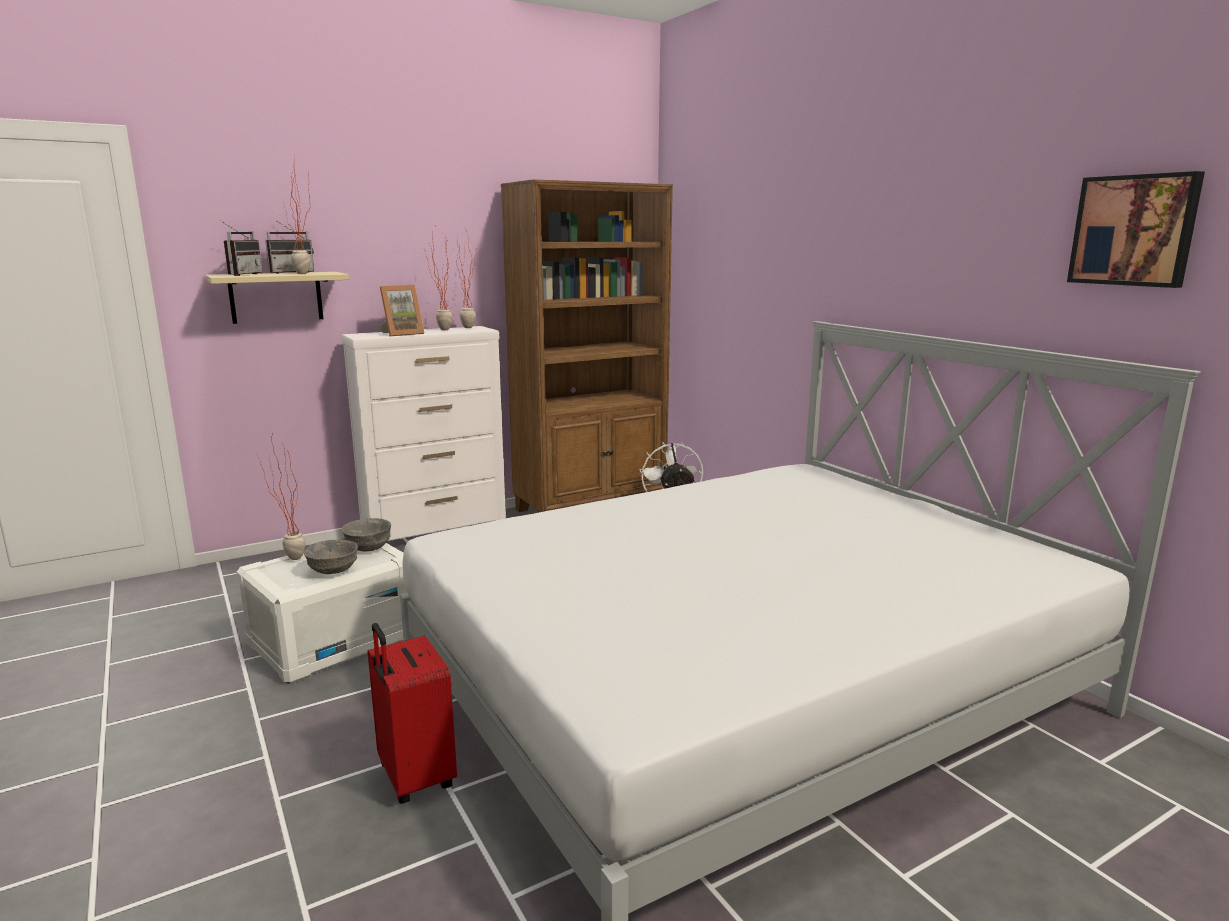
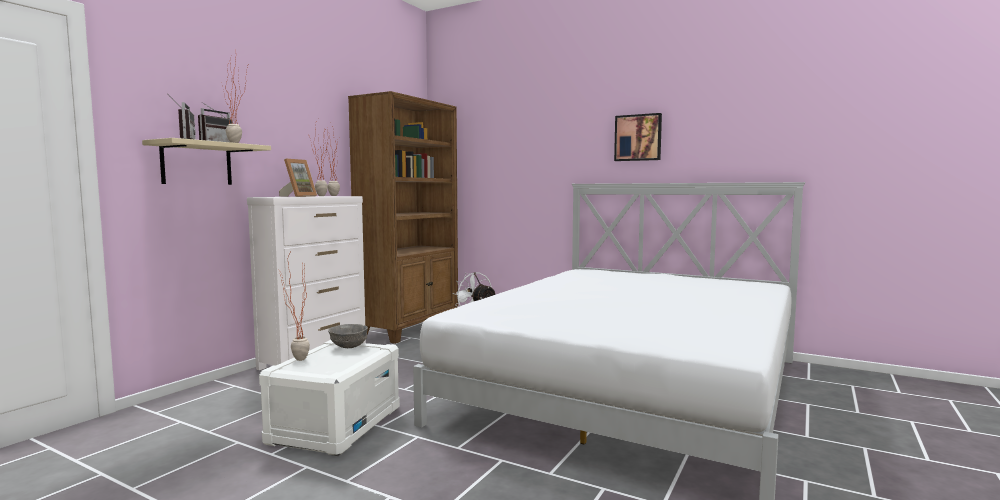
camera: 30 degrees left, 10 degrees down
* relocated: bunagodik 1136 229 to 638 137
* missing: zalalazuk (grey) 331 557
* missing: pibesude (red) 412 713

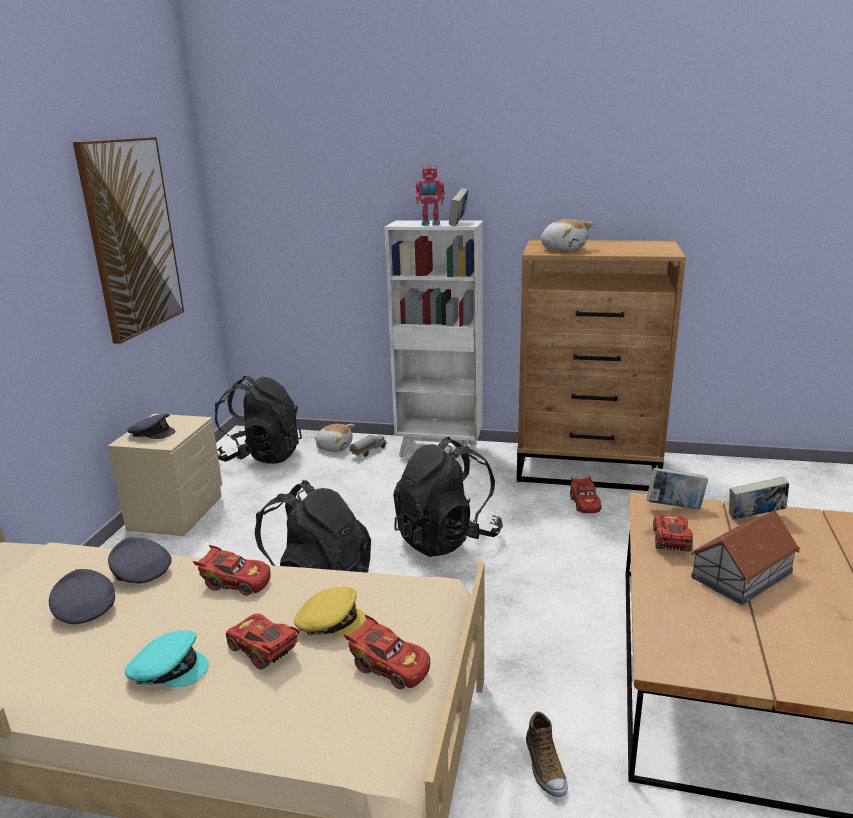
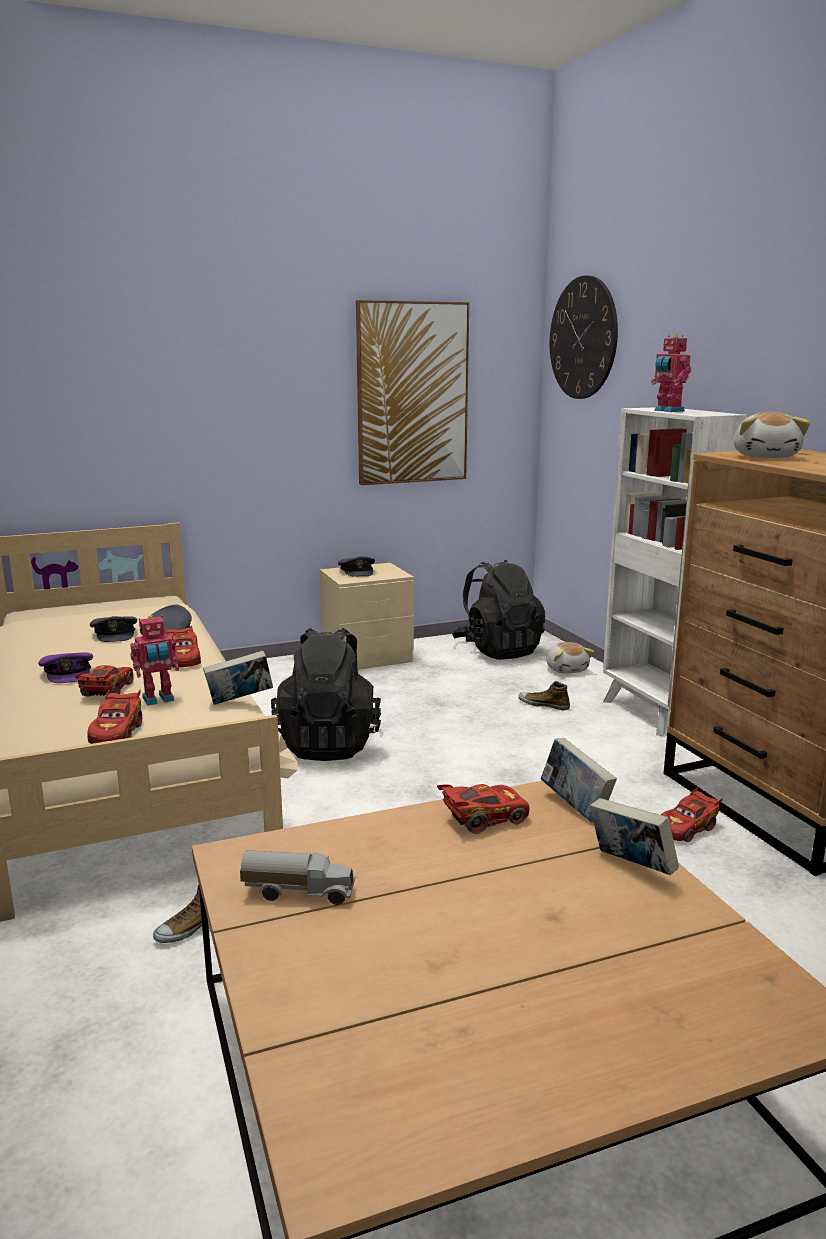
camera: 55 degrees right, 5 degrees down
* relocated: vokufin 458 207 to 238 678
* relocated: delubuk 368 446 to 298 877
* missing: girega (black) 448 497
* missing: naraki 746 558
* spun: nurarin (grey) 82 596 = 113 629 135 degrees clockwise
* exchanged: nurarin (yellow) 330 611 to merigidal 154 660
* colour: nurarin (turquoise) 167 658 to nurarin (purple) 65 667
* appeared: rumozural 584 337
* appeared: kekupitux 544 696

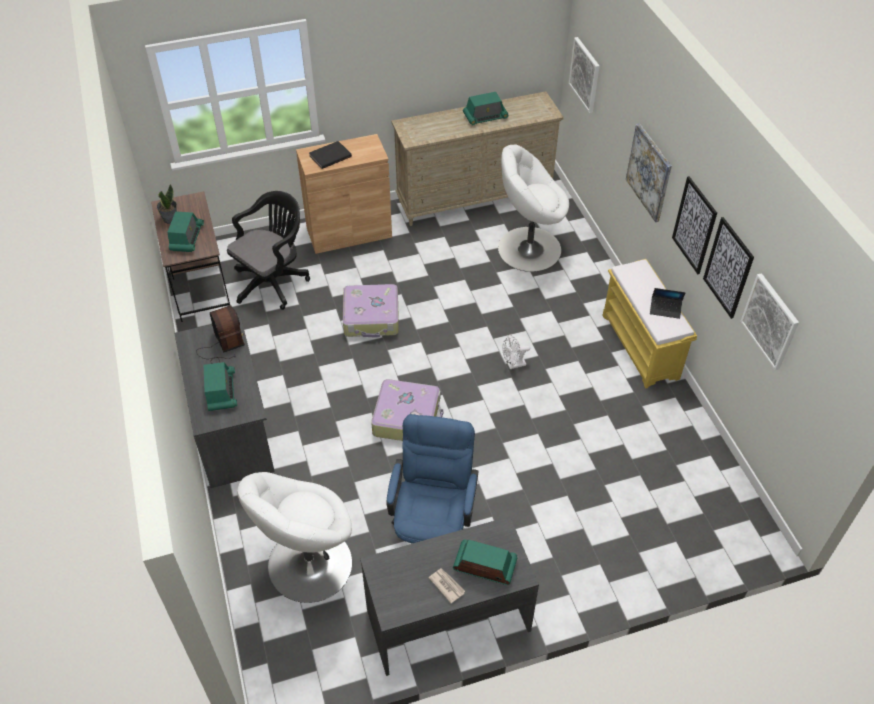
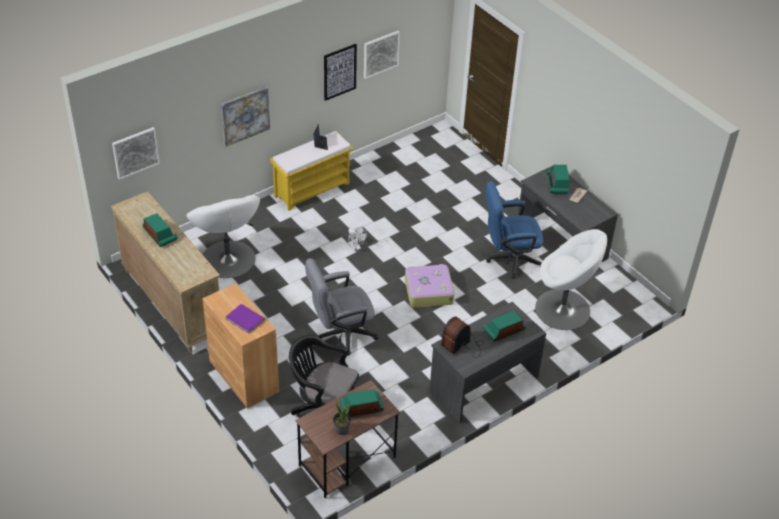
camera: 110 degrees left, 5 degrees down
* colour: vokufin (black) 330 155 to vokufin (purple) 245 319
* missing: bunagodik 694 225
* exchanged: pibesude 371 311 to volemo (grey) 342 306

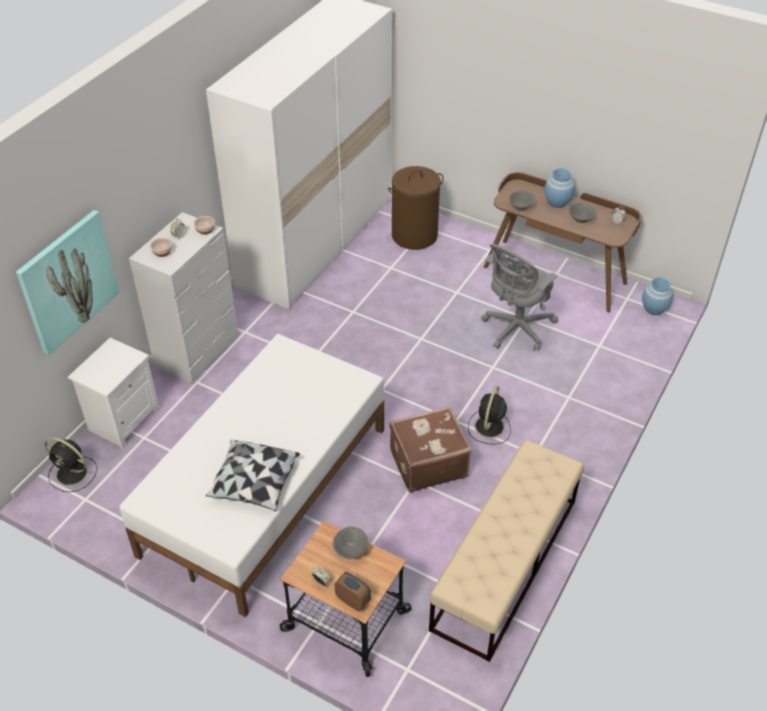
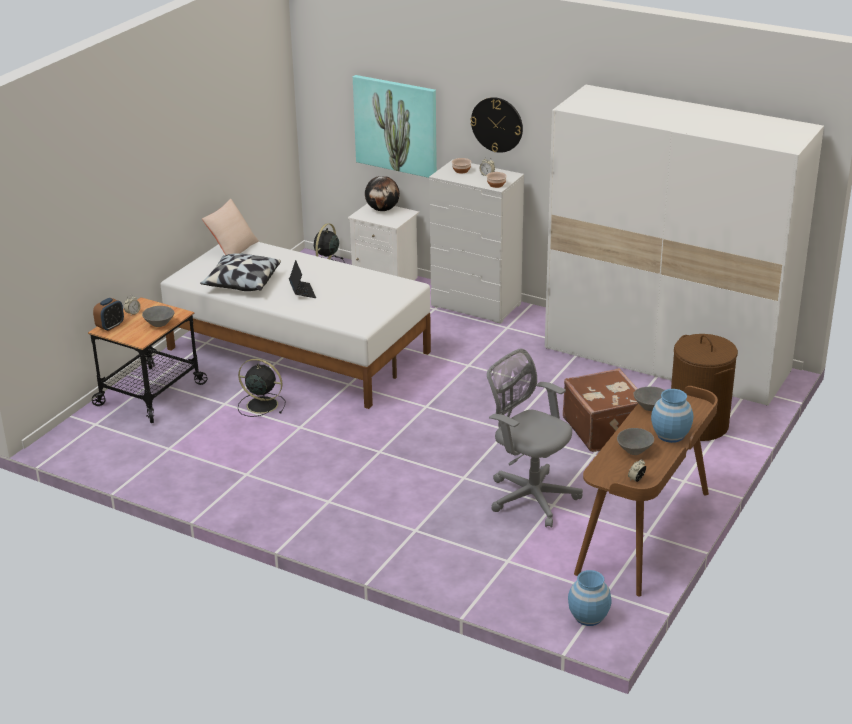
camera: 90 degrees right, 15 degrees down
* relocated: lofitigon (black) 489 415 to 261 388
* relocated: pibesude (brown) 431 449 to 600 410
* missing: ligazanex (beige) 506 551
* appeared: rumozural 496 125
* appeared: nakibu 382 193
* appeared: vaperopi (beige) 230 227
* appeared: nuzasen 302 279

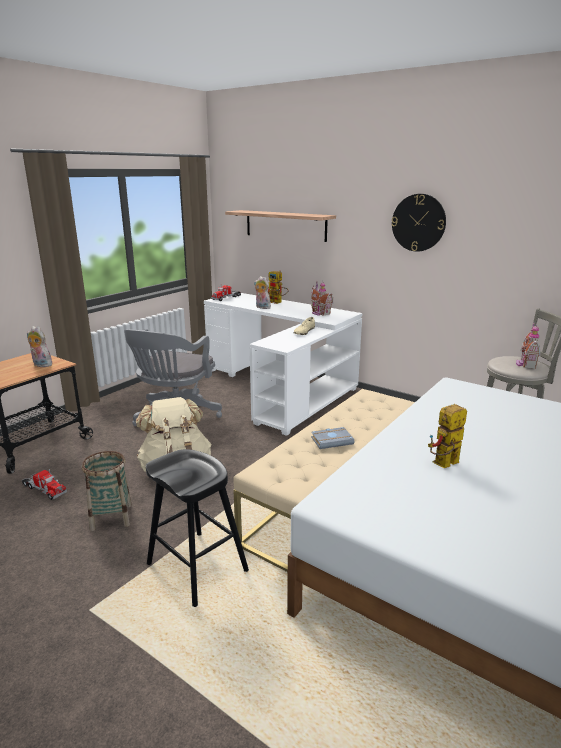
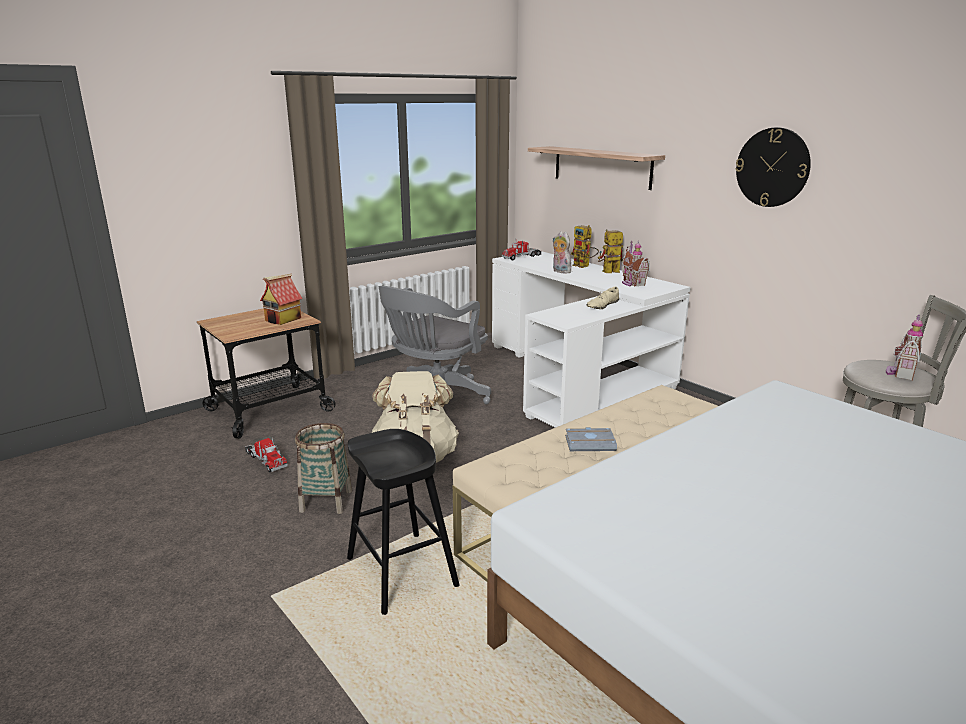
camera: 15 degrees right, 0 degrees up
* exchanged: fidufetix 39 346 to naraki 281 299
* relocated: merigidal 447 436 to 610 251

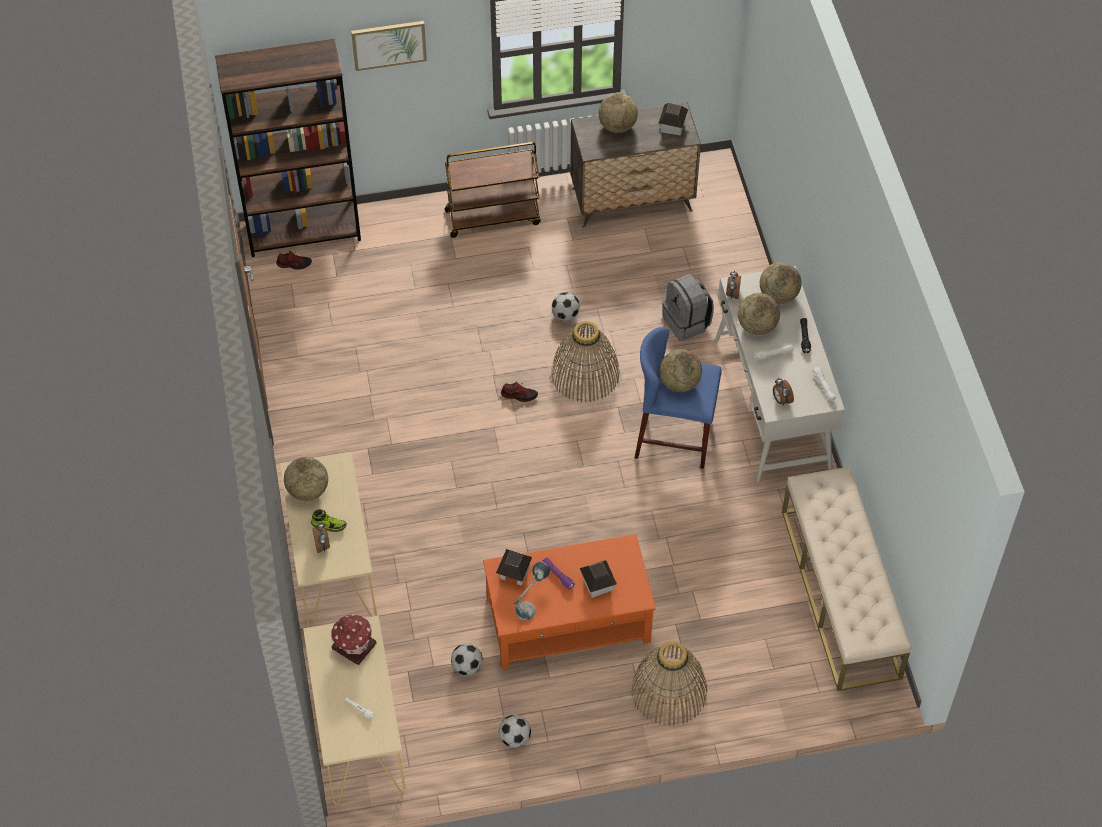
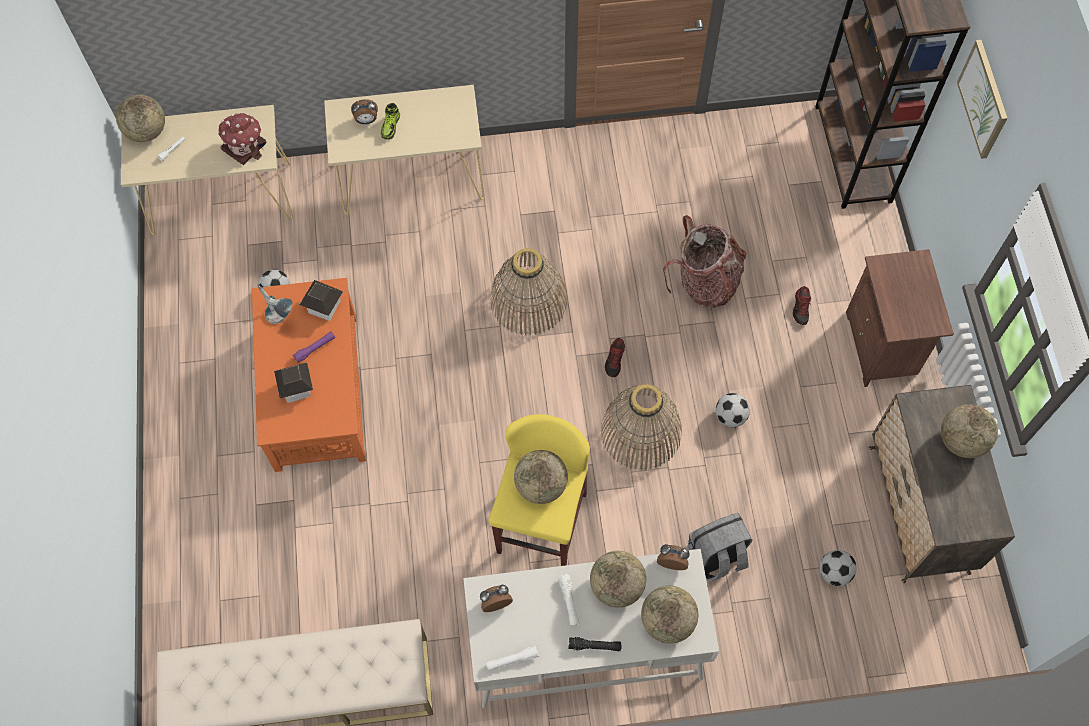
camera: 95 degrees right, 10 degrees up
* missing: naraki 673 119
* exchanged: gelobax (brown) 493 190 to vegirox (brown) 900 318
* relocated: kekupitux 294 260 to 802 305
* colour: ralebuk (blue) 678 398 to ralebuk (yellow) 539 490
* relocated: nakibu 306 479 to 140 118
* relocated: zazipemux 669 683 to 528 292
* relocated: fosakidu 515 731 to 838 568
* appeared: girega 705 261

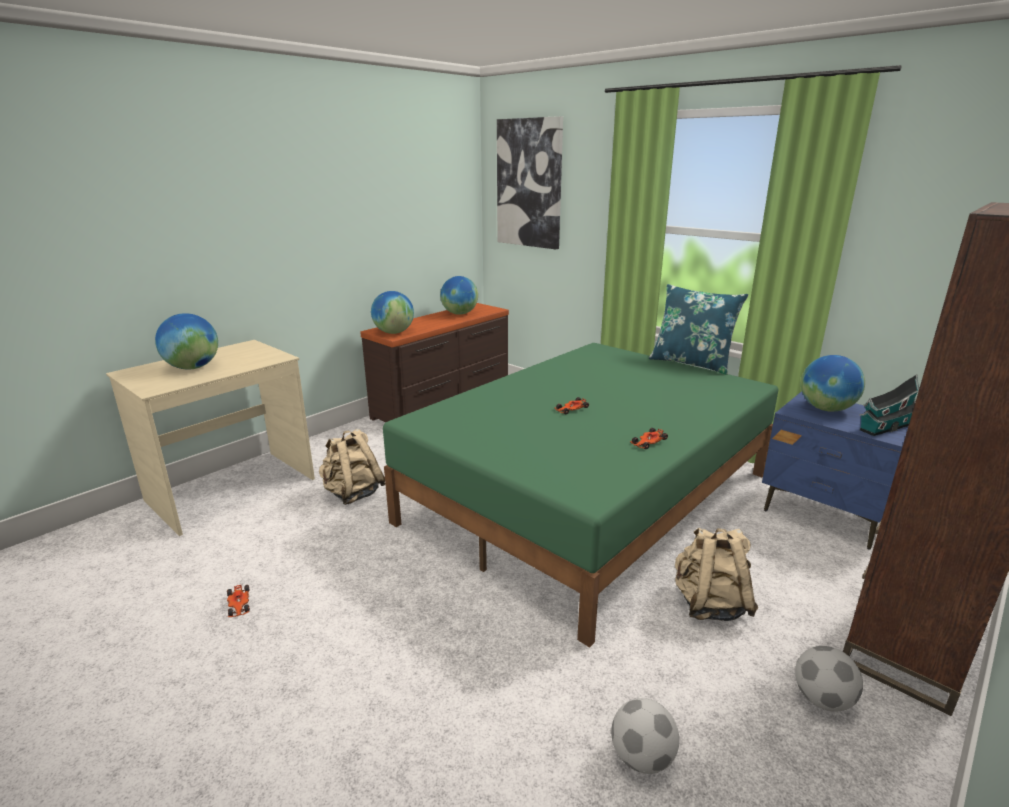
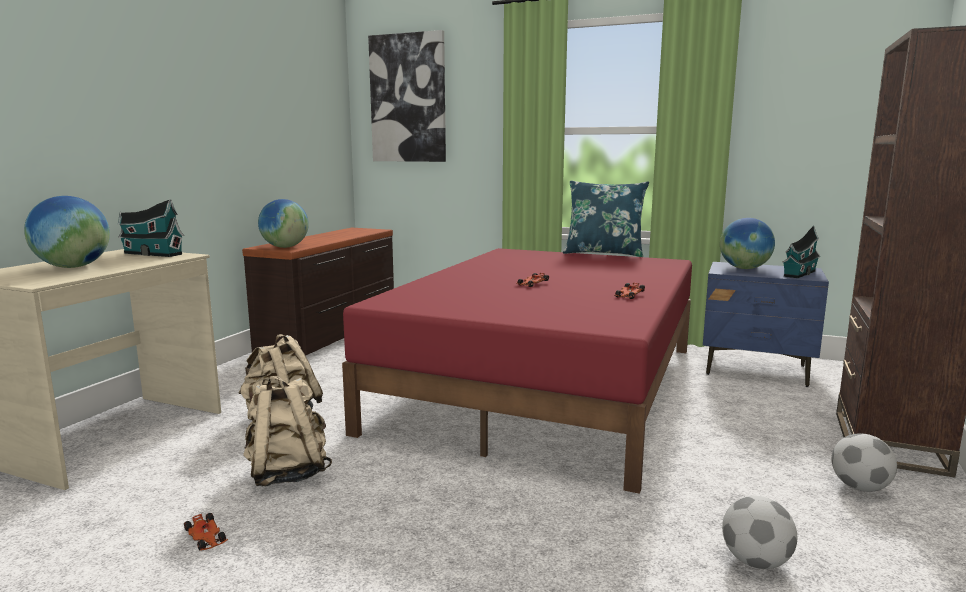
camera: 20 degrees left, 10 degrees down
* missing: nakibu 459 295
* colour: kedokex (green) 580 495 to kedokex (red) 517 371
* relocated: girega (beige) 716 574 to 287 431
* appeared: naraki 151 228

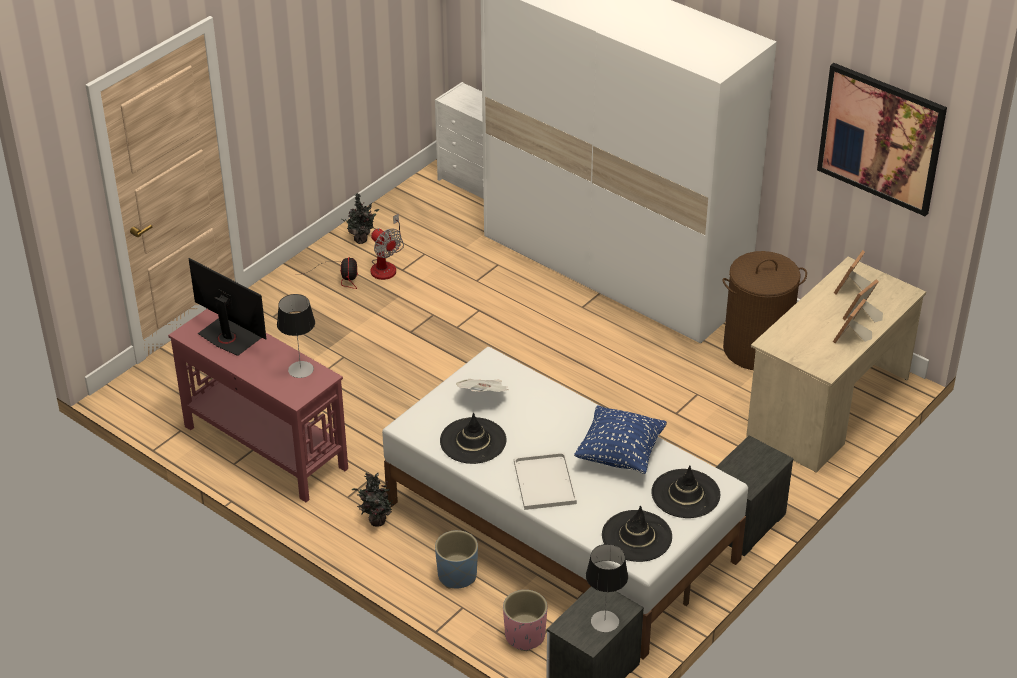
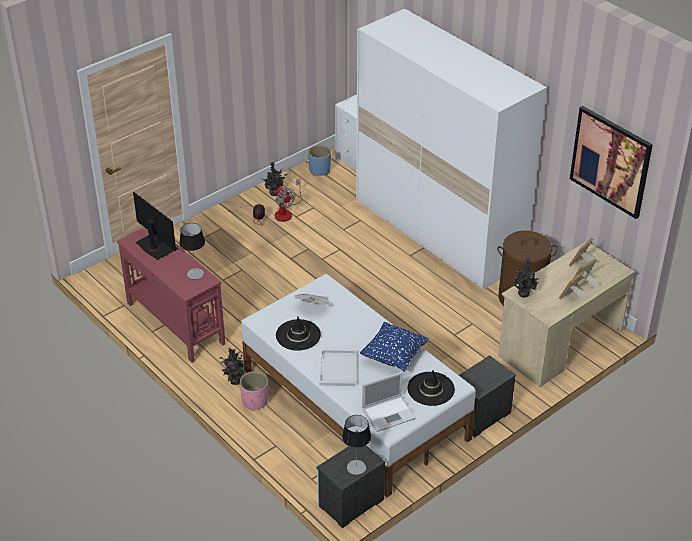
camera: 10 degrees right, 0 degrees up
* exchanged: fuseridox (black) 637 533 to nuzasen 389 402
* relocated: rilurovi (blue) 456 559 to 319 160
* relocated: rilurovi (pink) 525 620 to 254 391
* appeared: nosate 526 277

